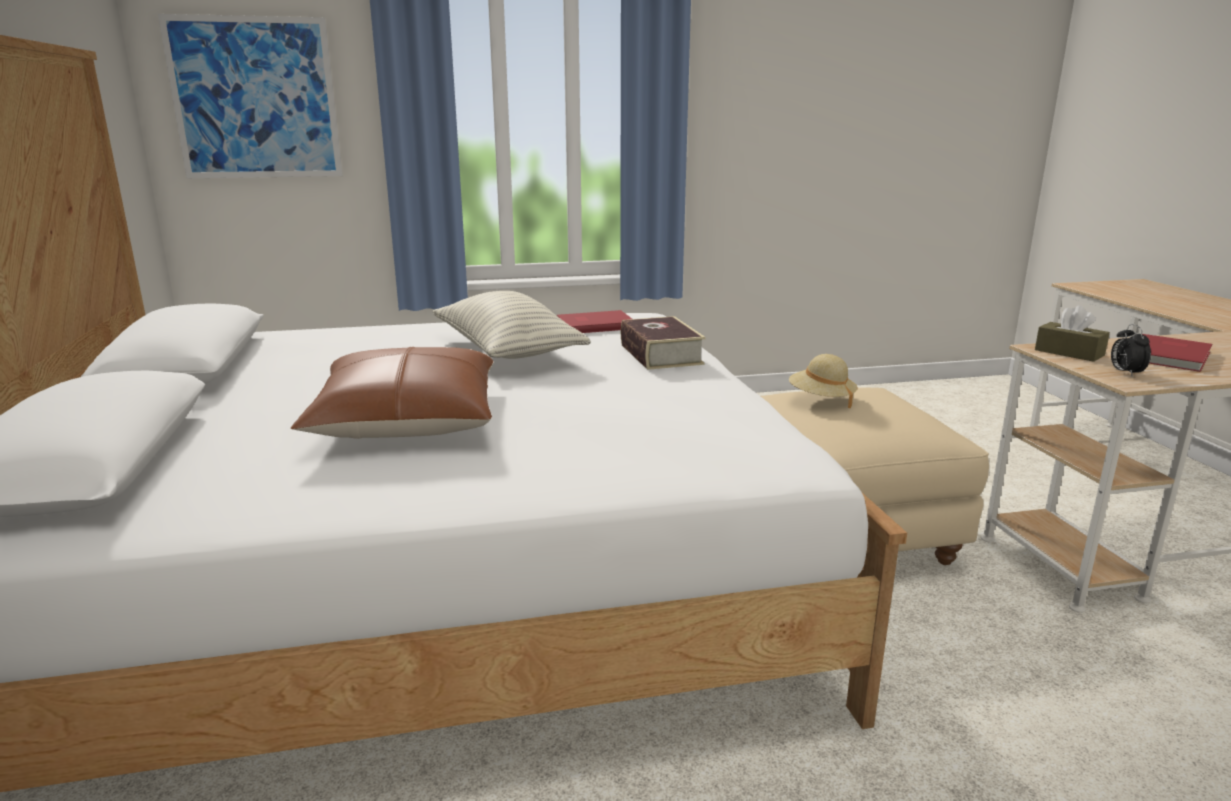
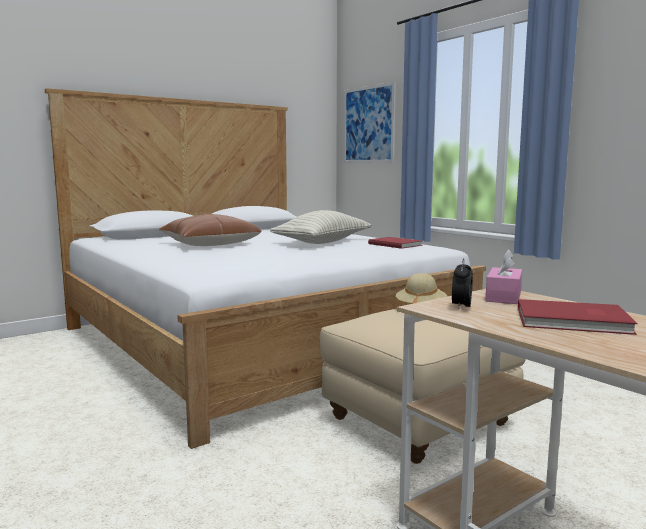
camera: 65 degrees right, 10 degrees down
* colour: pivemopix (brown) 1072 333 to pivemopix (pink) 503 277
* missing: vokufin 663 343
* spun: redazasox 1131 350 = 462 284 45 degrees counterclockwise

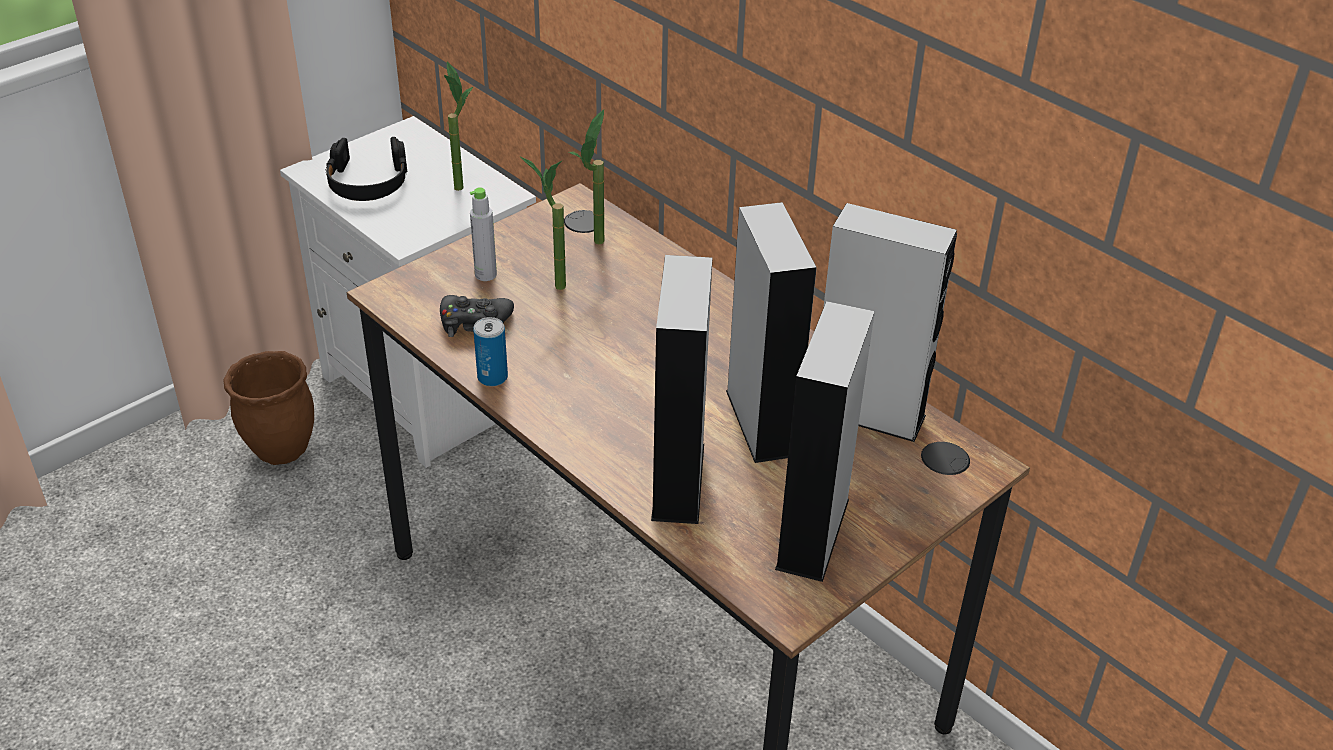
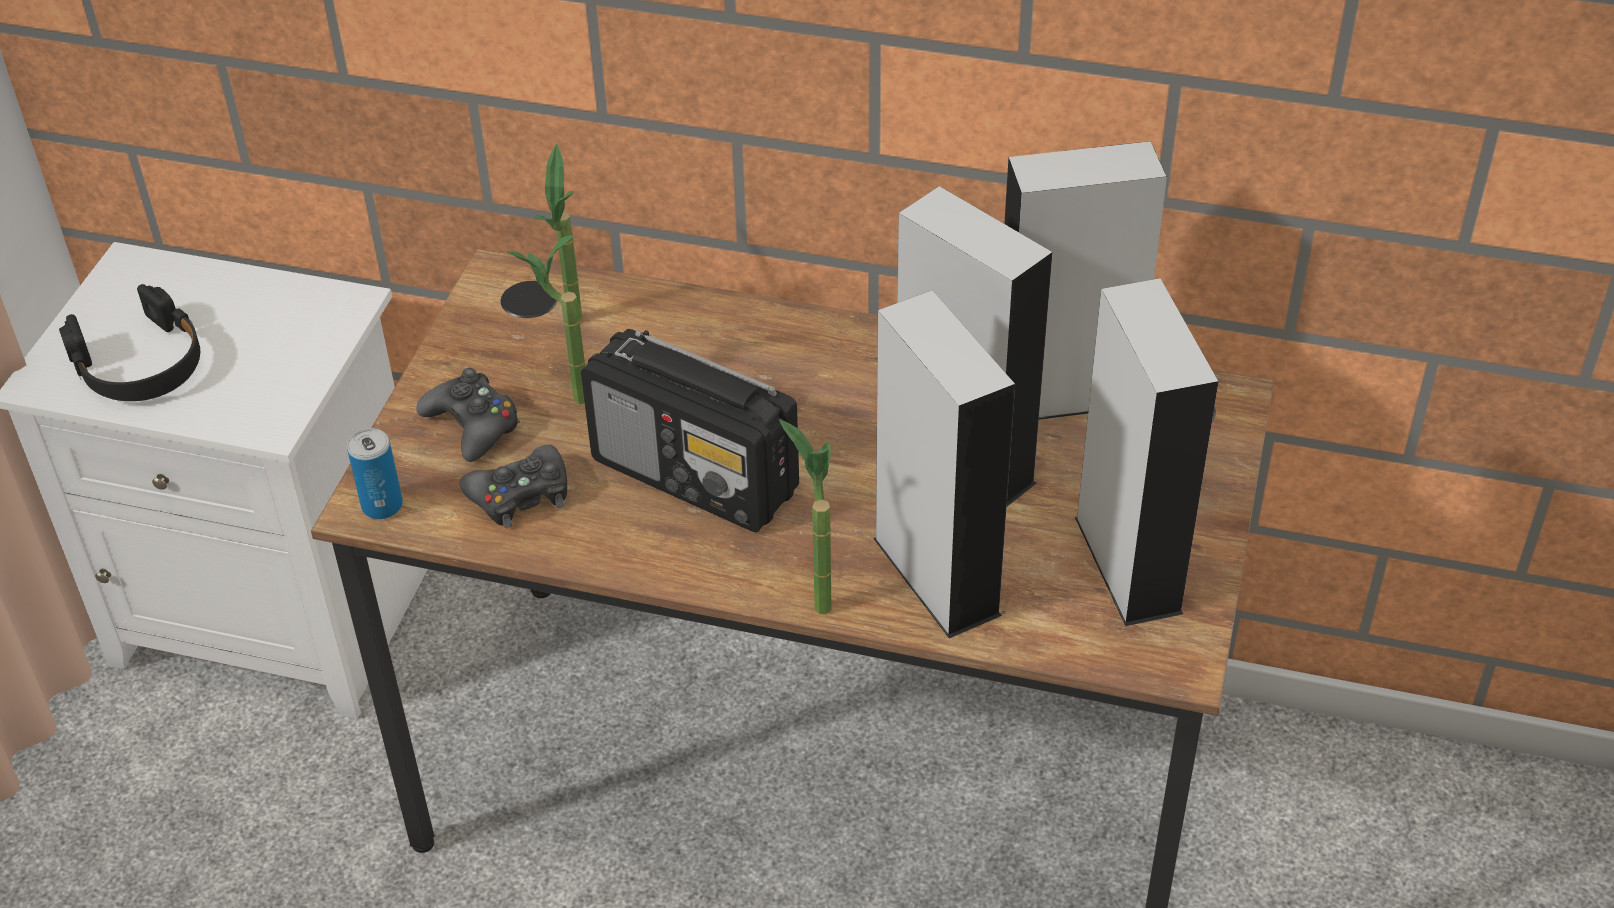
camera: 30 degrees left, 5 degrees up
* relocated: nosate 458 126 to 805 516
* exchanged: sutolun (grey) 483 234 to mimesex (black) 468 415
* relocated: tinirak 490 352 to 375 473
* missing: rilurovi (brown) 269 408
* appeared: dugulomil 690 431

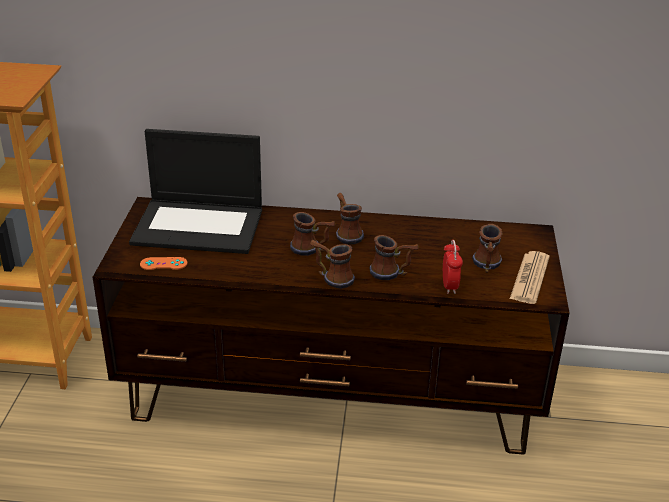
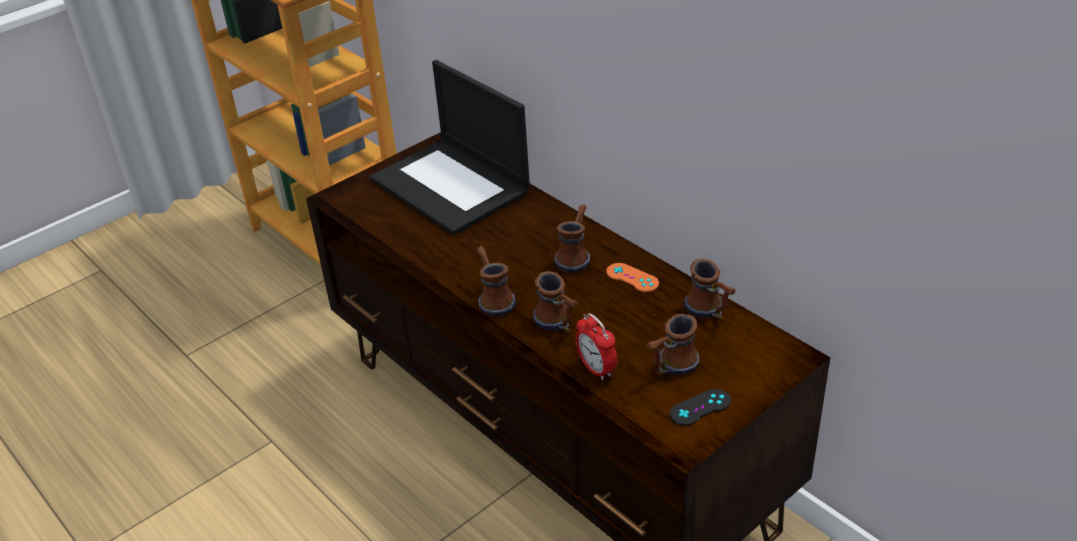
camera: 45 degrees right, 5 degrees up
* relocated: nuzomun 312 234 to 710 289
* spun: redazasox 453 267 = 596 347 105 degrees clockwise
* exchanged: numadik 530 277 to mimesex (black) 700 407
* relocated: mimesex (orange) 164 263 to 633 277

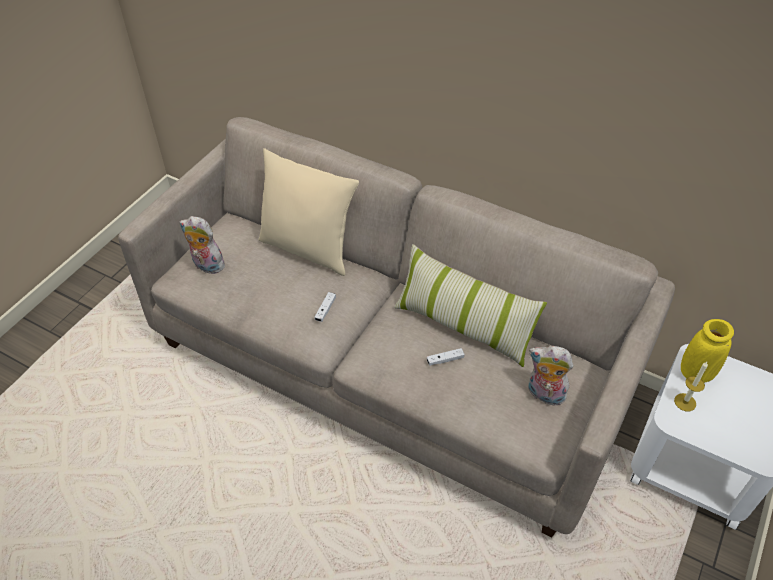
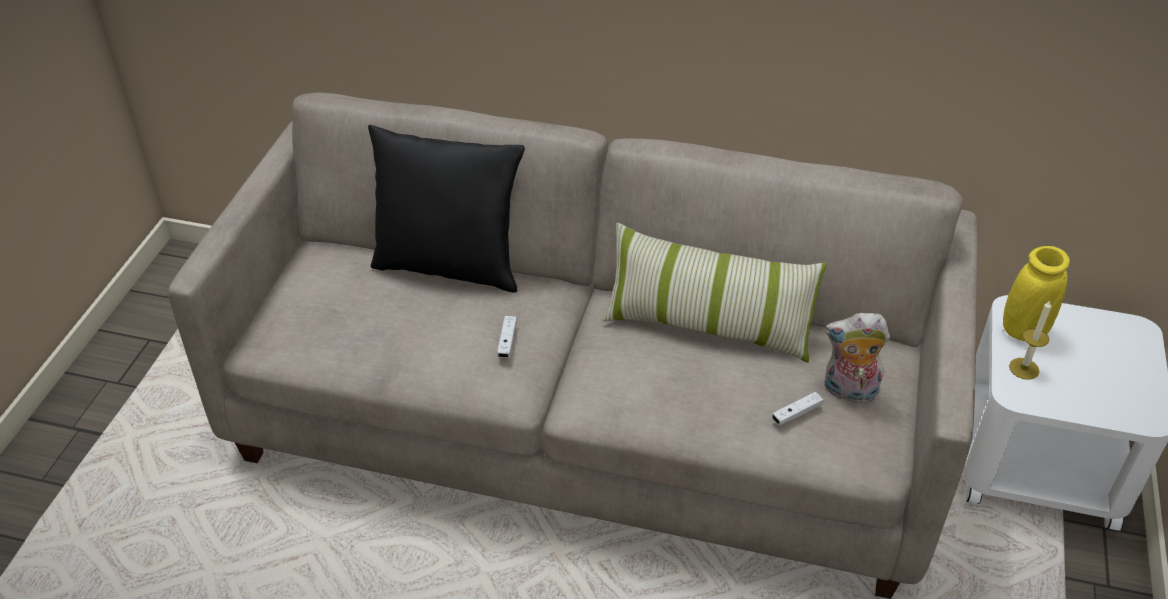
camera: 15 degrees left, 5 degrees down
* colour: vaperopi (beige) 308 212 to vaperopi (black) 446 209
* missing: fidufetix 202 245
* relocated: mimesex (white) 446 357 to 797 408

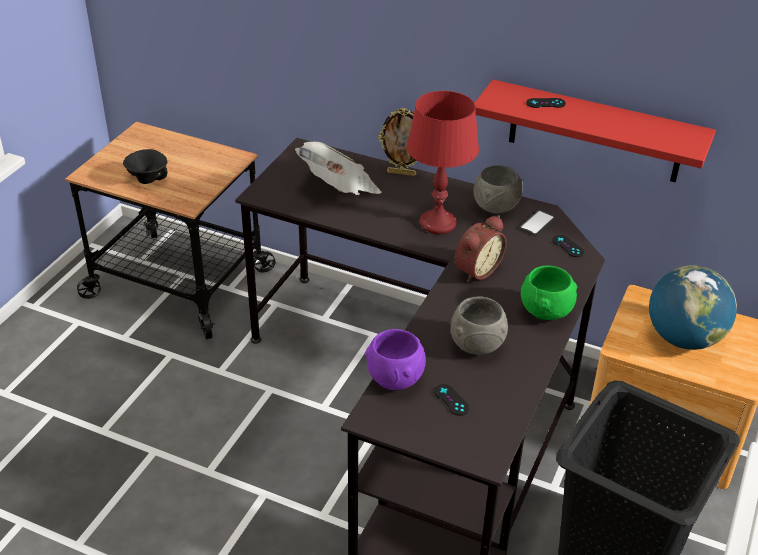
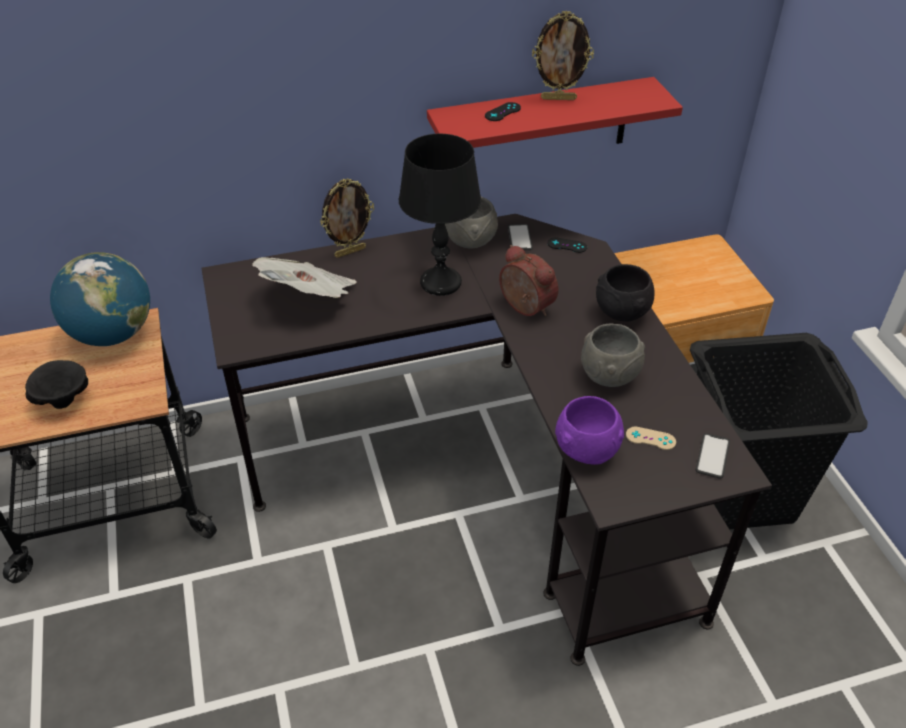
camera: 40 degrees left, 5 degrees up
* colour: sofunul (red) 443 162 to sofunul (black) 440 214
* spun: redazasox 480 249 = 529 280 45 degrees counterclockwise
* relocated: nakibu 693 307 to 100 299
* colour: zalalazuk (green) 549 293 to zalalazuk (black) 625 293
* colour: mimesex (black) 452 400 to mimesex (beige) 651 438
* appeared: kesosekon 563 55
* appeared: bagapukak 712 456

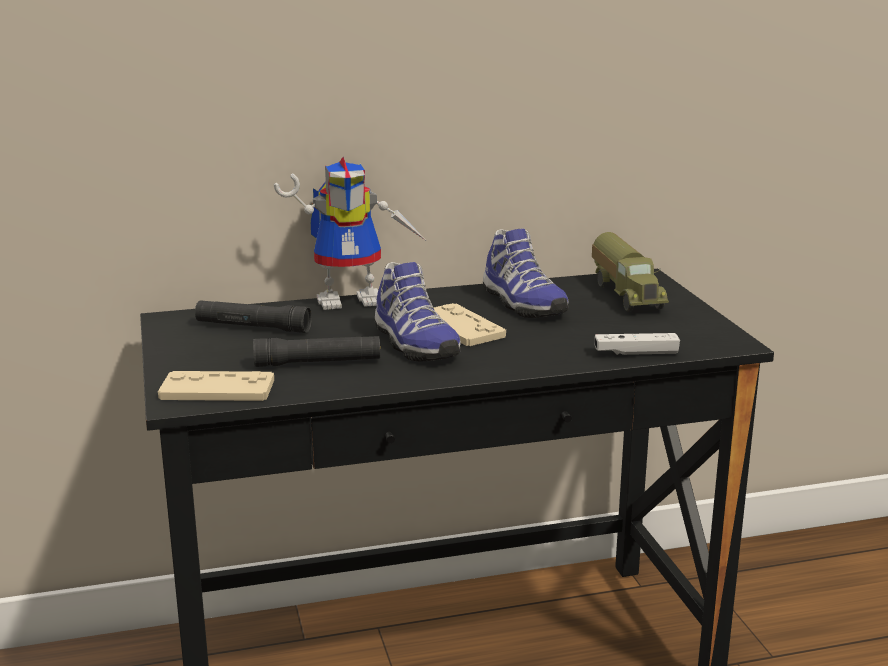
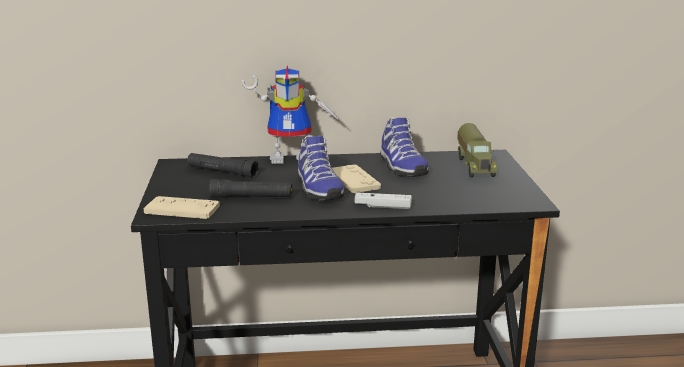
camera: 10 degrees right, 0 degrees up
* relocated: mimesex (white) 637 344 to 383 201

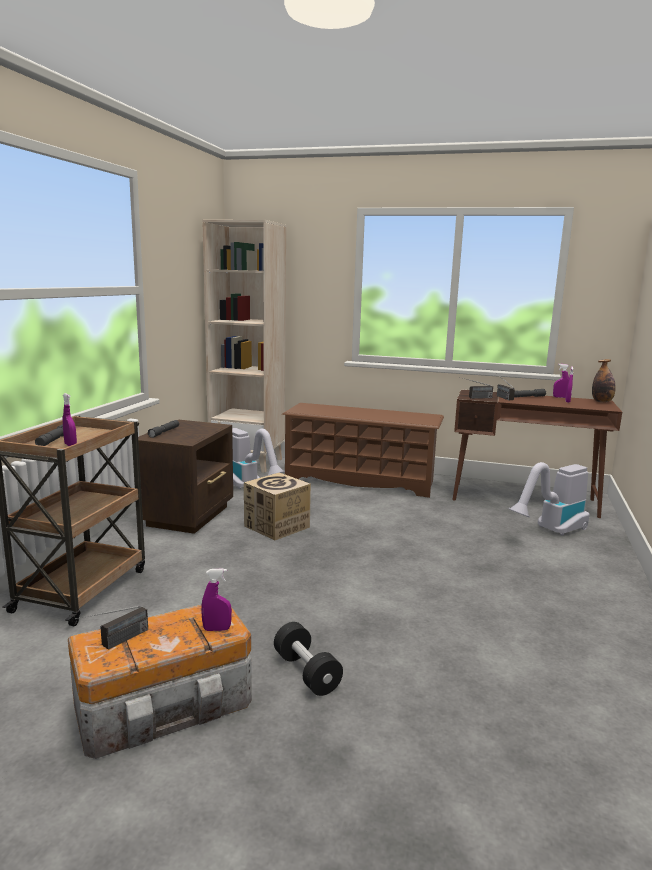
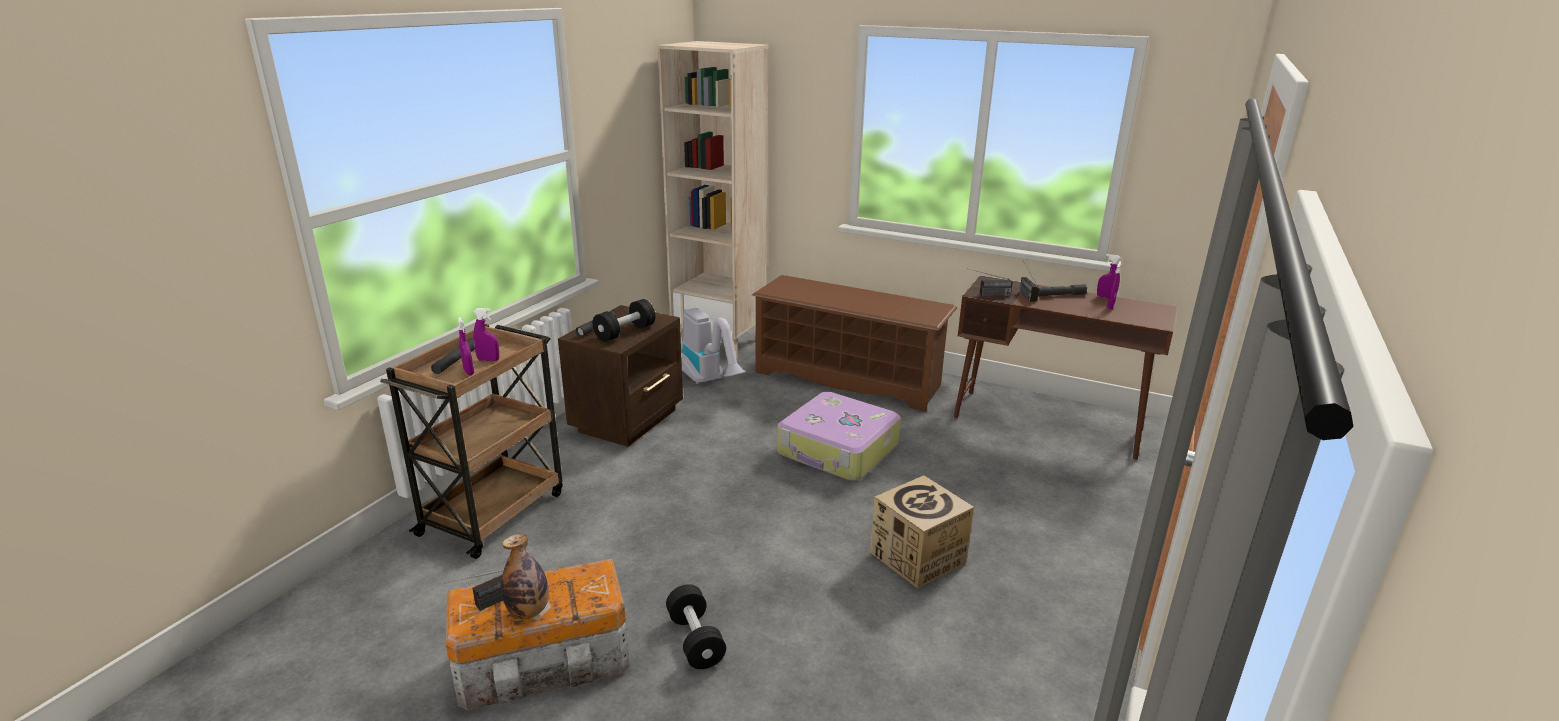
camera: 10 degrees right, 10 degrees up
* relocated: sutolun 604 380 to 524 576
* missing: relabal 549 499
* relocated: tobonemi 277 506 to 922 532
* relocated: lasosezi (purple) 216 599 to 486 334
* appeared: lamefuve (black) 624 320
* appeared: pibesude 839 436

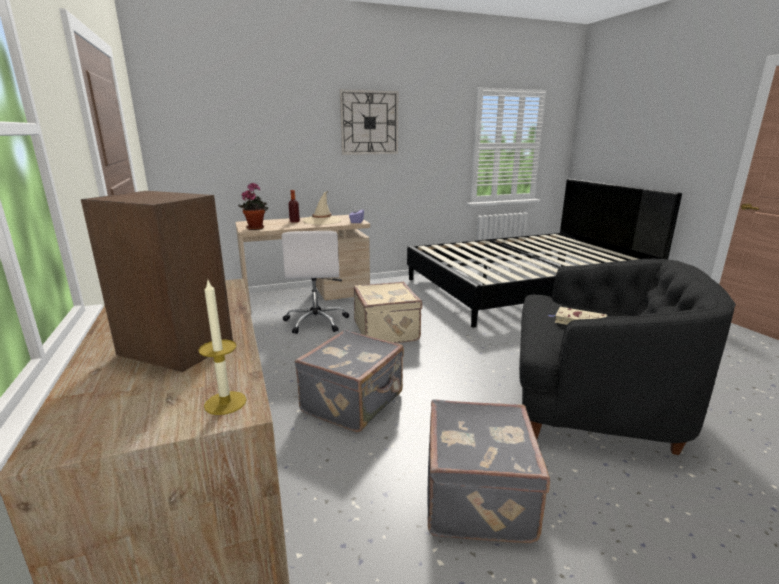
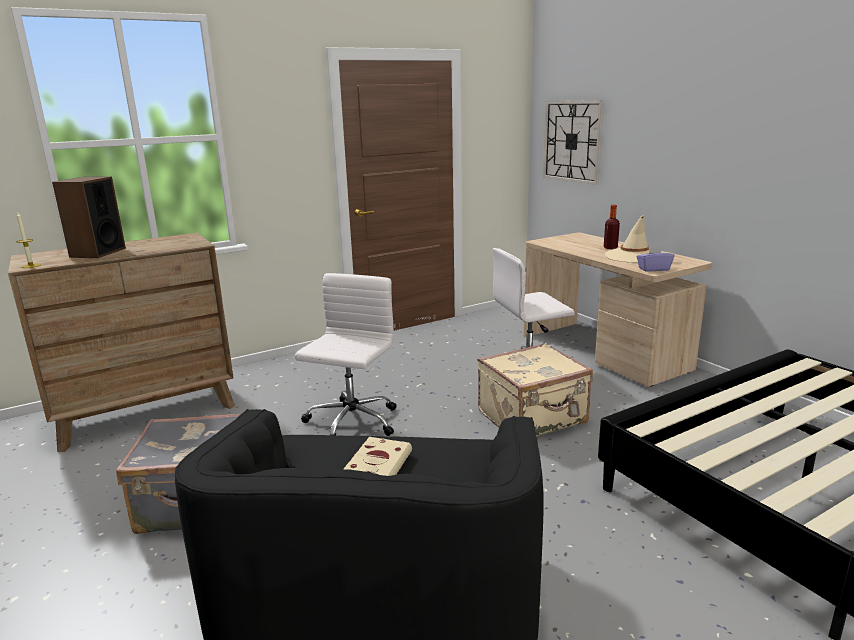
camera: 80 degrees right, 0 degrees up
* relocated: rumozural 369 122 to 573 142
* missing: nosate 253 206
* exchanged: pibesude (grey) 349 381 to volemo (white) 345 354

